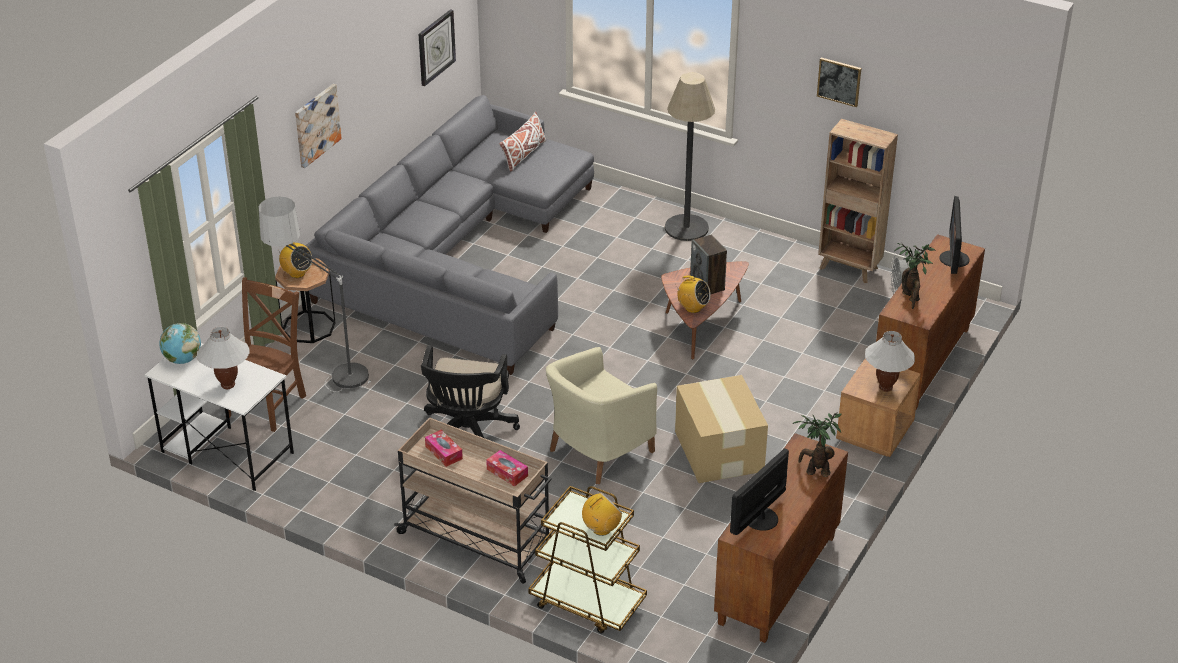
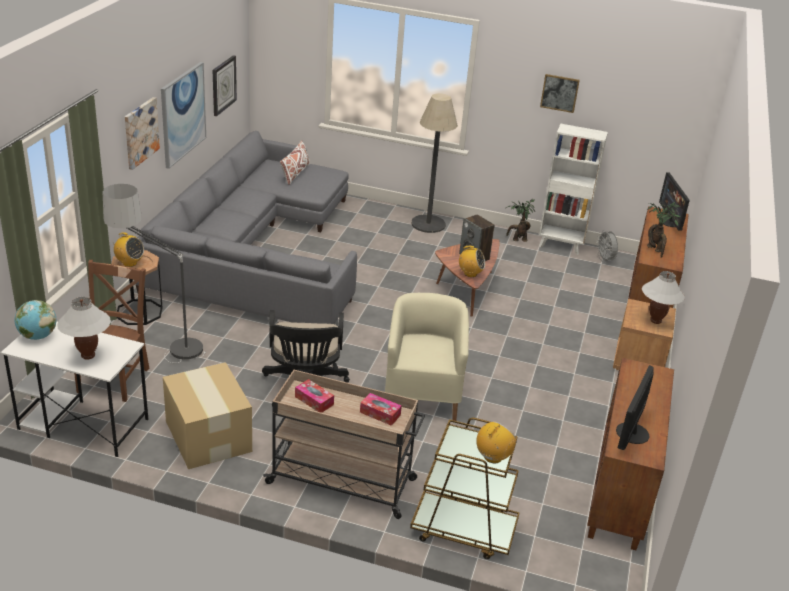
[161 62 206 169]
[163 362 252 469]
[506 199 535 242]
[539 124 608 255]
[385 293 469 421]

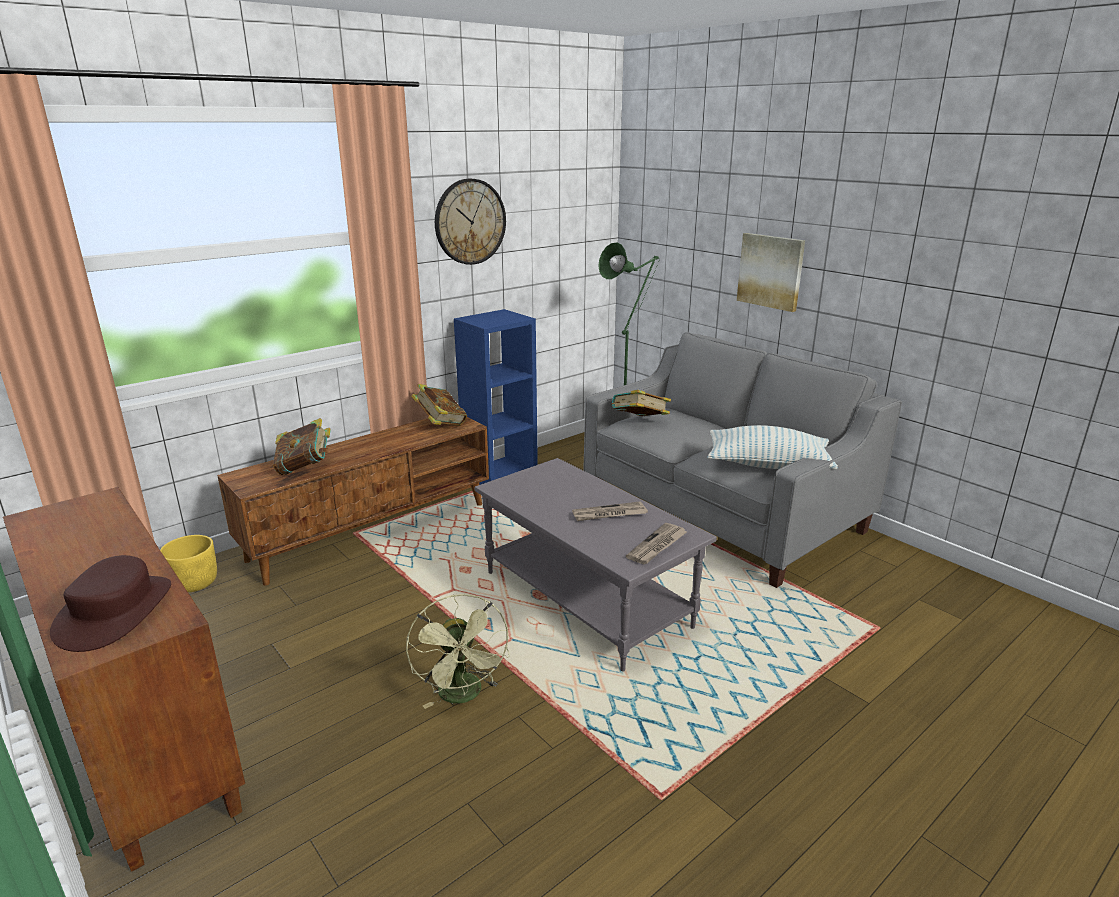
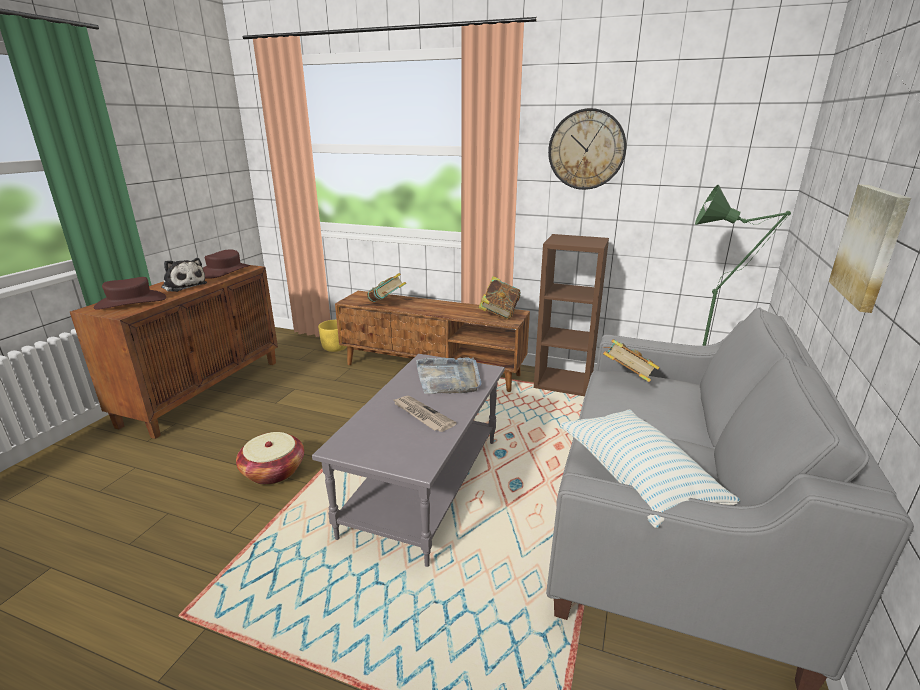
[626 523 687 564] (first image)
[161 258 207 292]
[203 249 250 279]
[416 357 482 394]
[236 432 304 485]
[534 234 609 396]

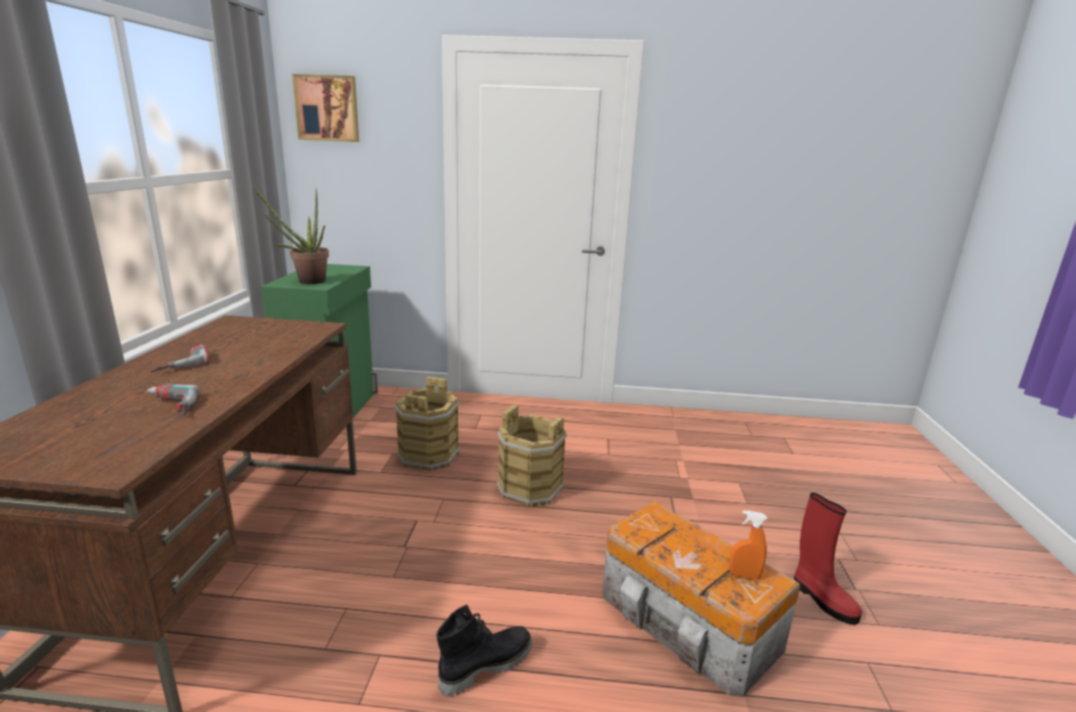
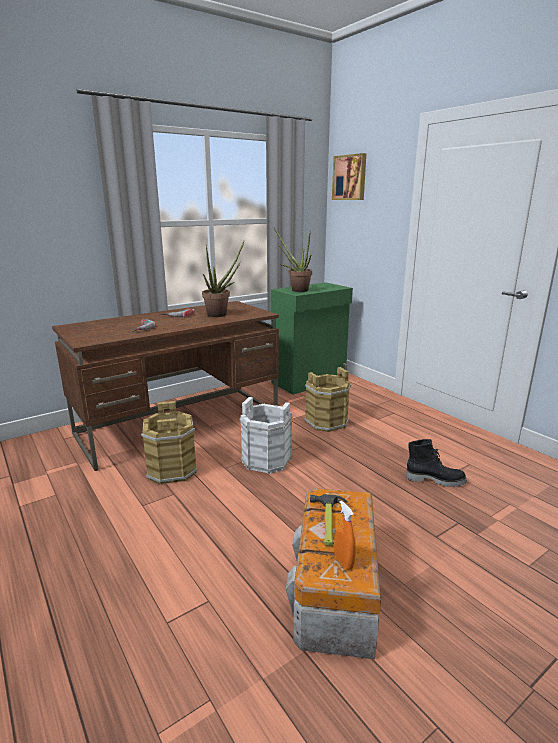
[794 493 862 625] (first image)
[202 241 244 317]
[239 397 293 474]
[310 494 347 546]
[406 439 467 487]
[141 401 198 485]

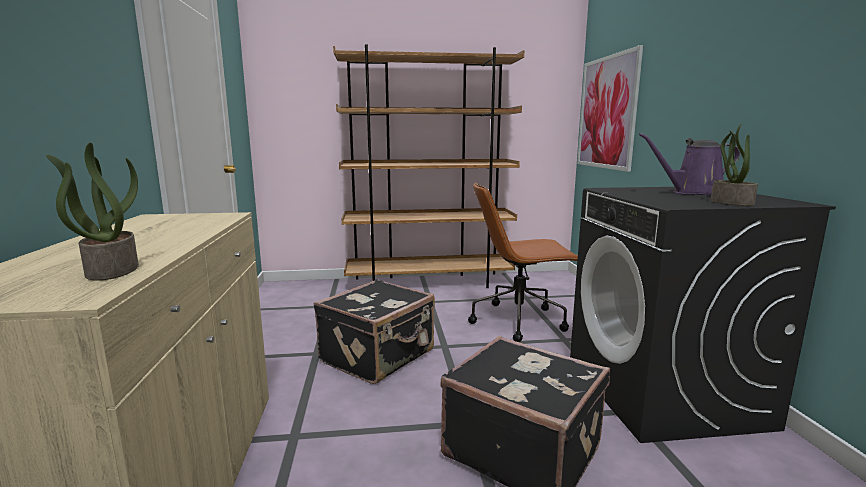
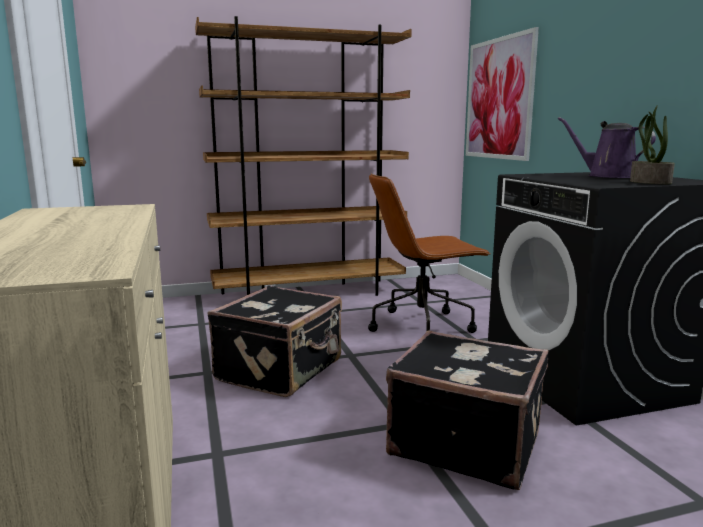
[46 142 139 281] (first image)
[558 117 656 178]

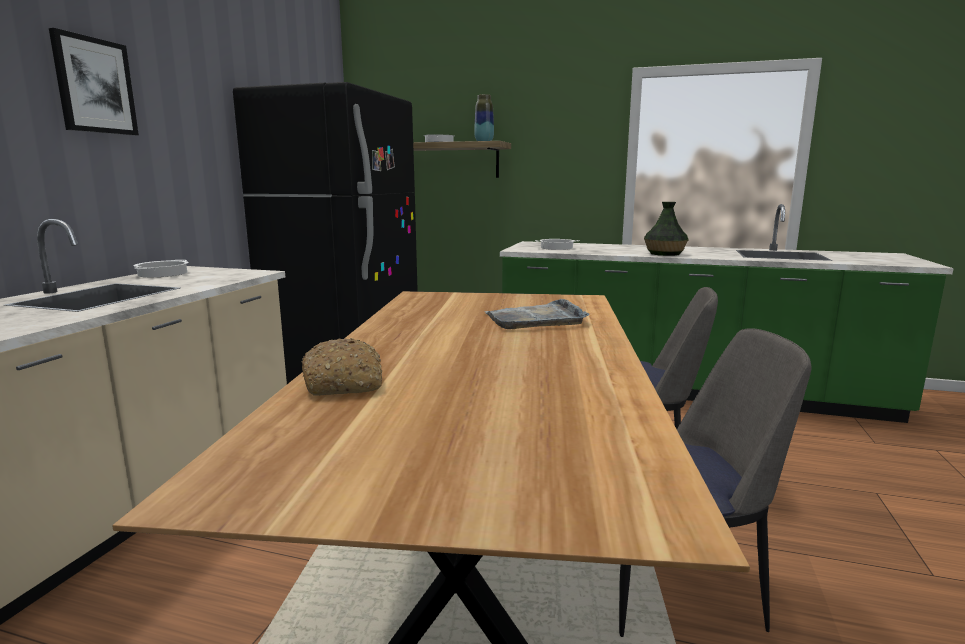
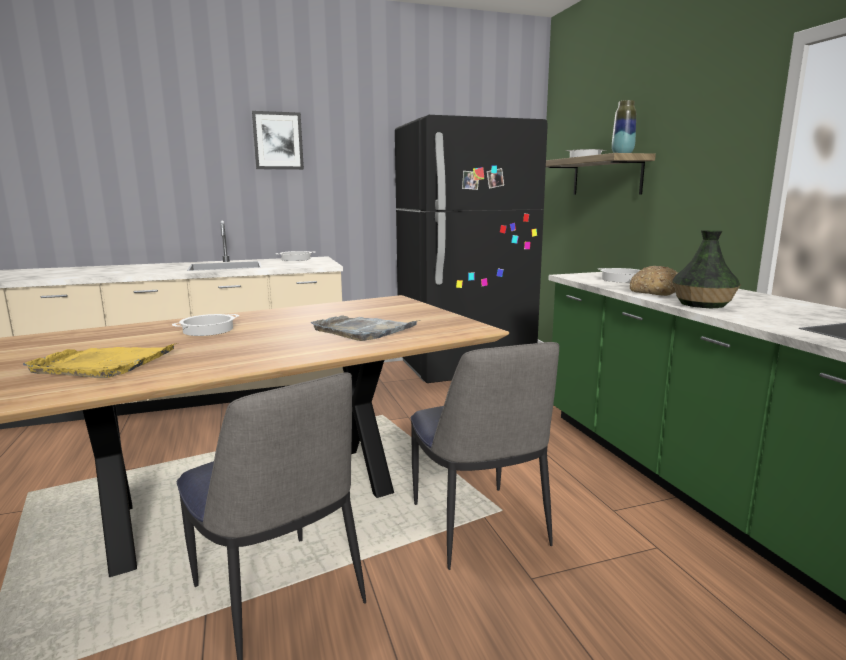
[23 343 178 378]
[172 314 239 336]
[630 266 678 296]

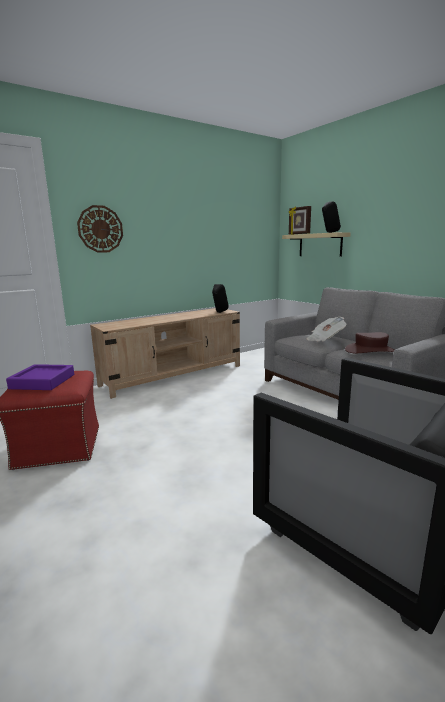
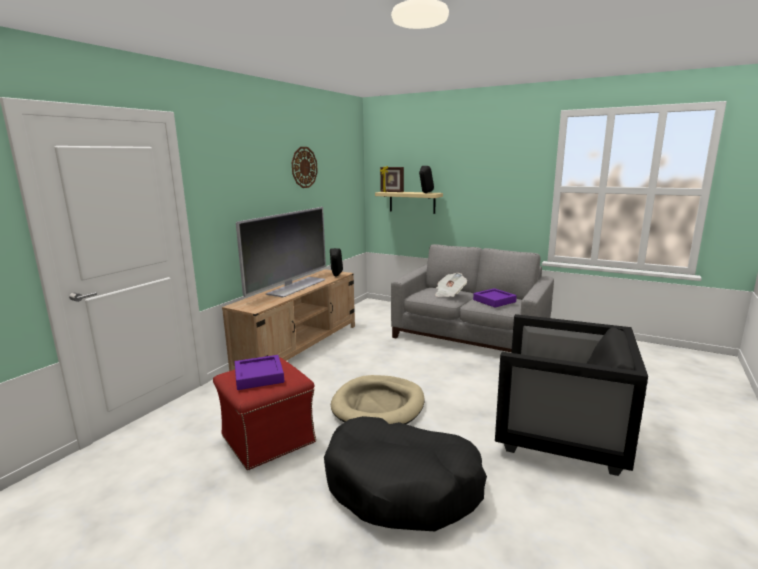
[236 207 326 297]
[324 416 487 531]
[331 375 424 424]
[292 147 318 188]
[473 288 517 308]

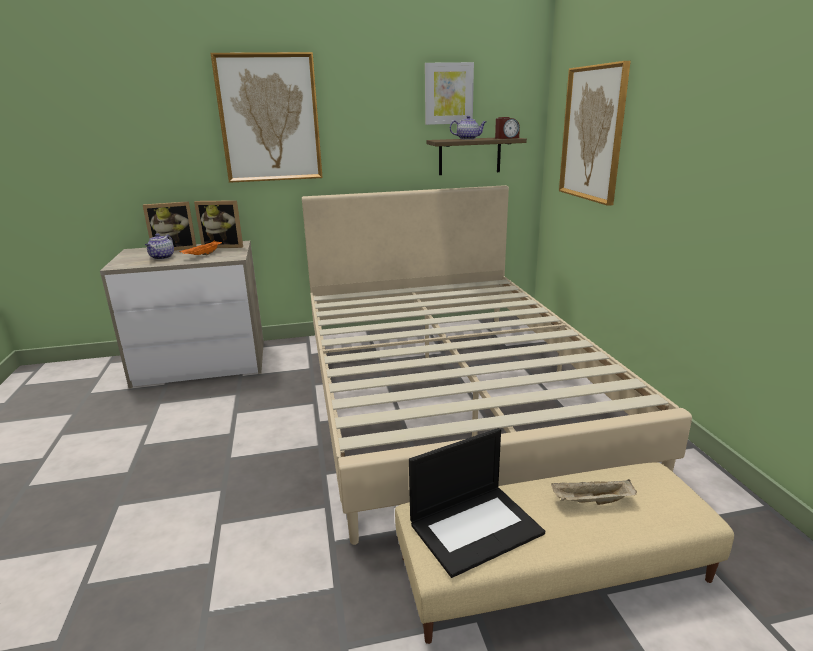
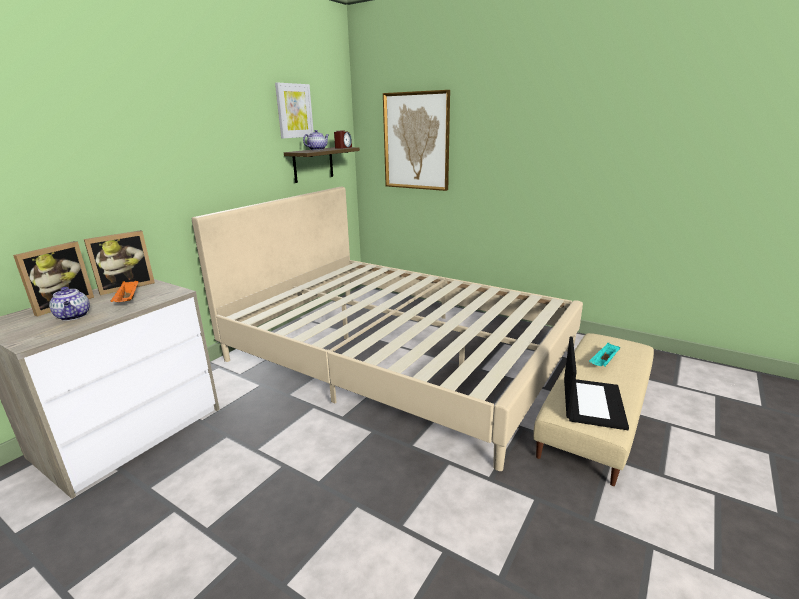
[211 52 323 183] (first image)
[589 343 620 366]

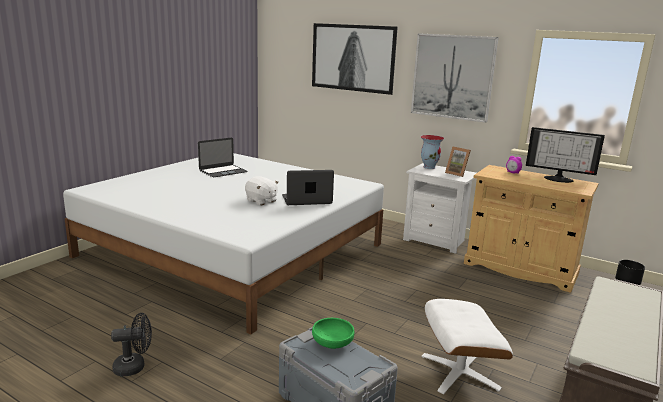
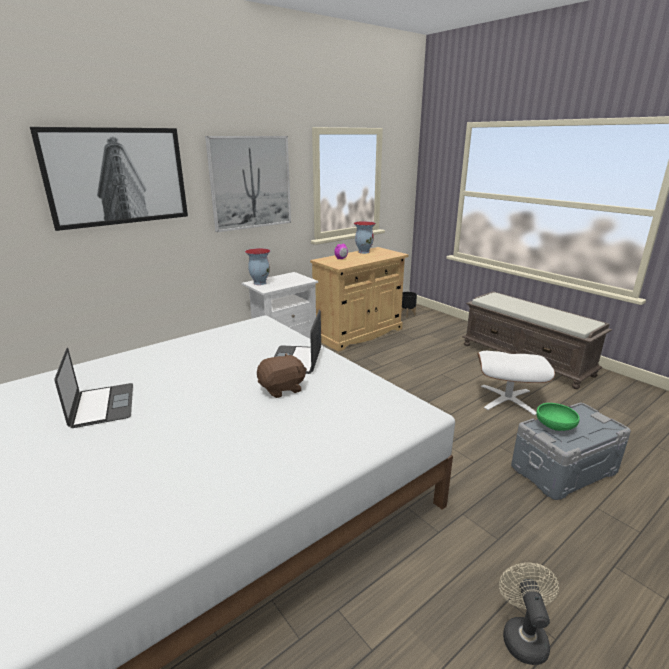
[445 146 471 177] (first image)
[354 221 376 254]
[499 563 559 665]
[257 353 307 398]

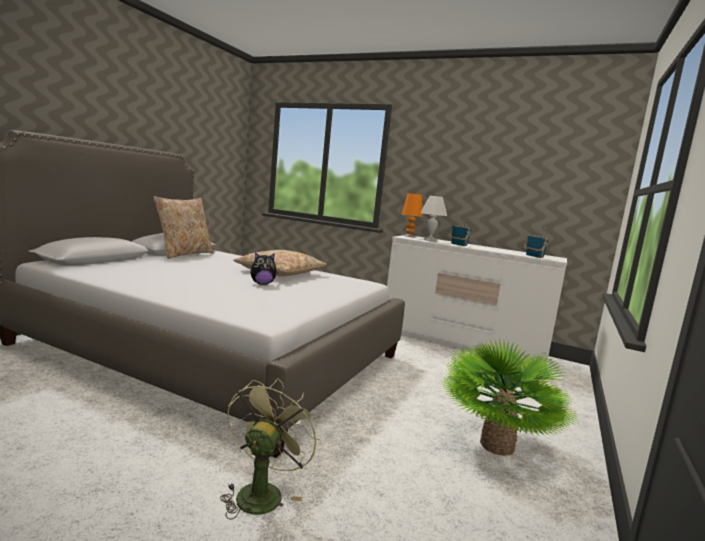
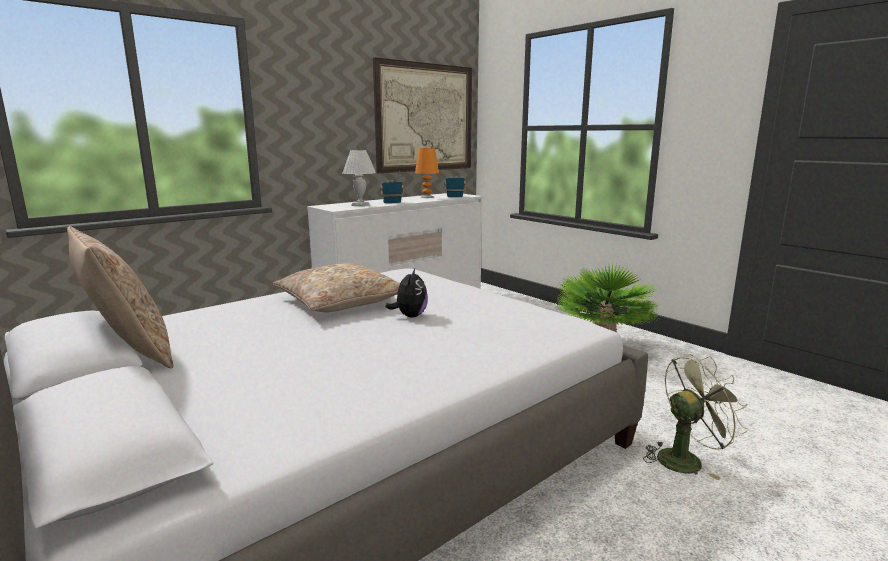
[373 57 472 173]
[415 148 439 198]
[643 354 748 480]

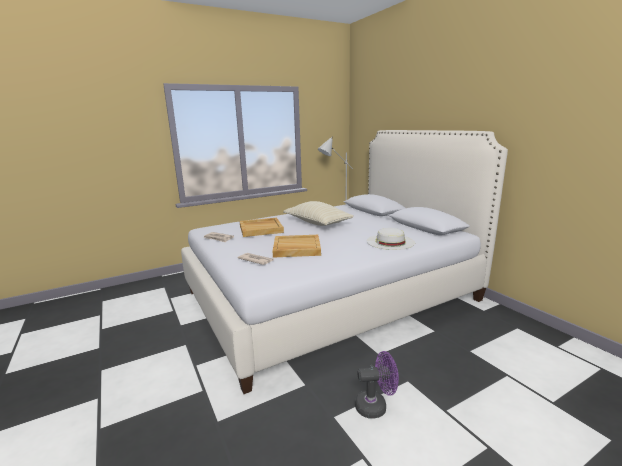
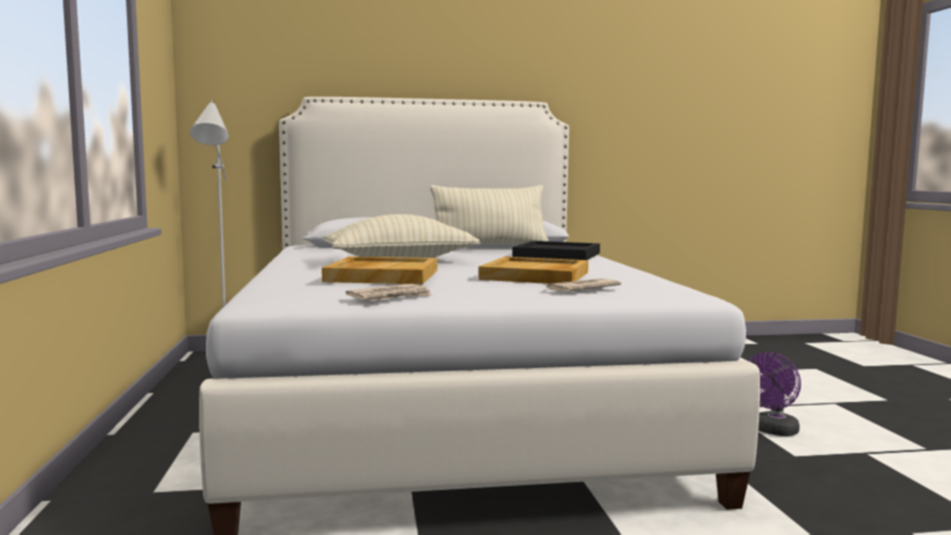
[430 185 549 245]
[512 241 600 260]
[748 352 801 436]

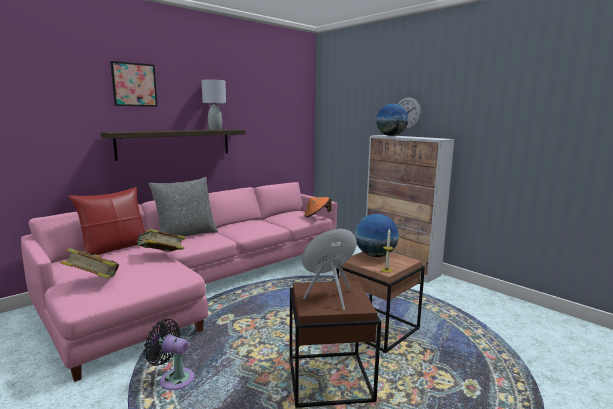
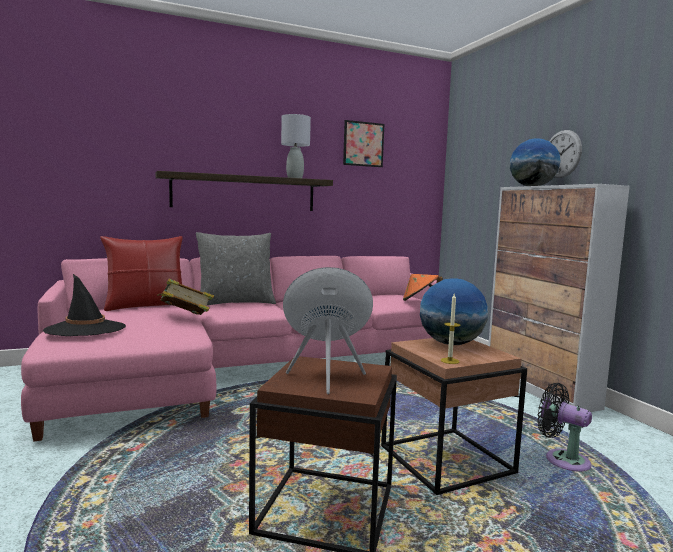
[343 120 384 167]
[537 383 592 471]
[43 274 126 336]

